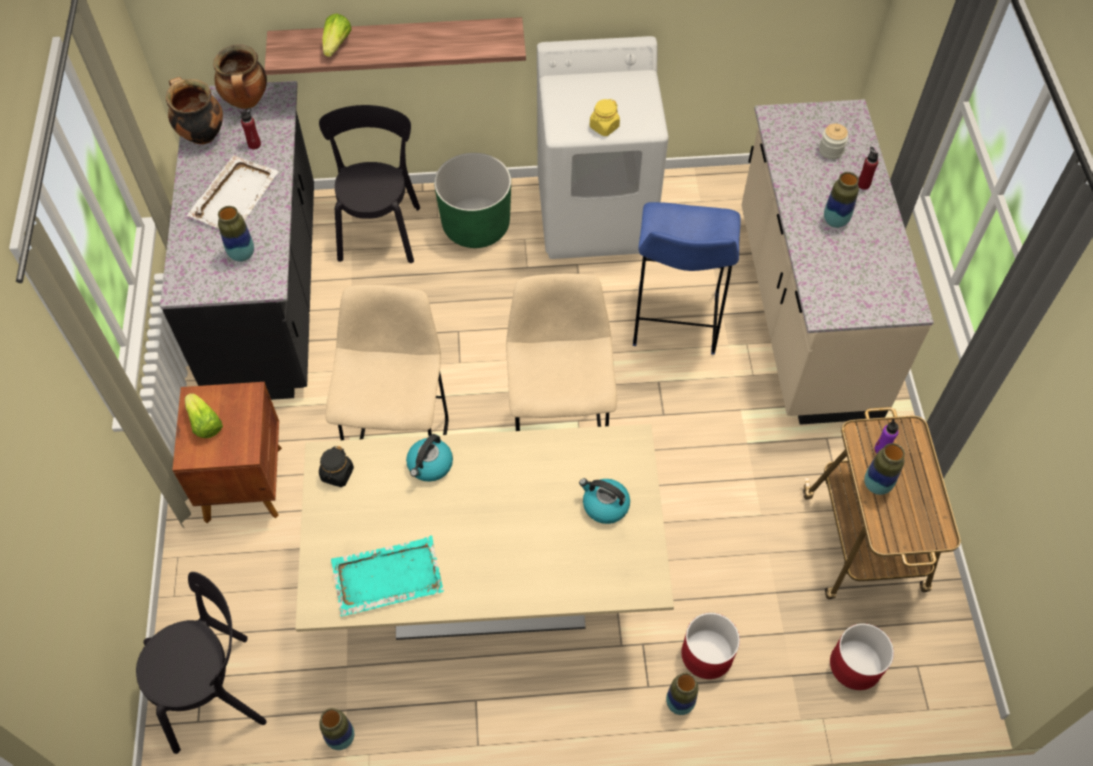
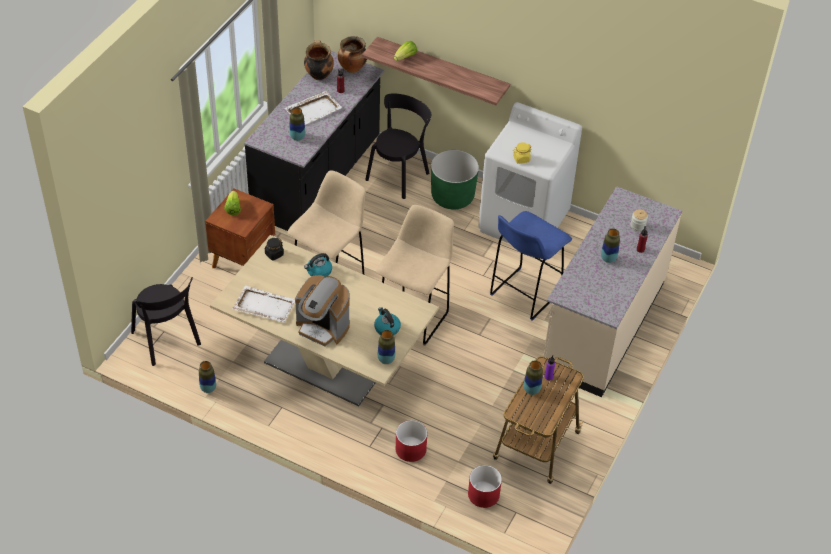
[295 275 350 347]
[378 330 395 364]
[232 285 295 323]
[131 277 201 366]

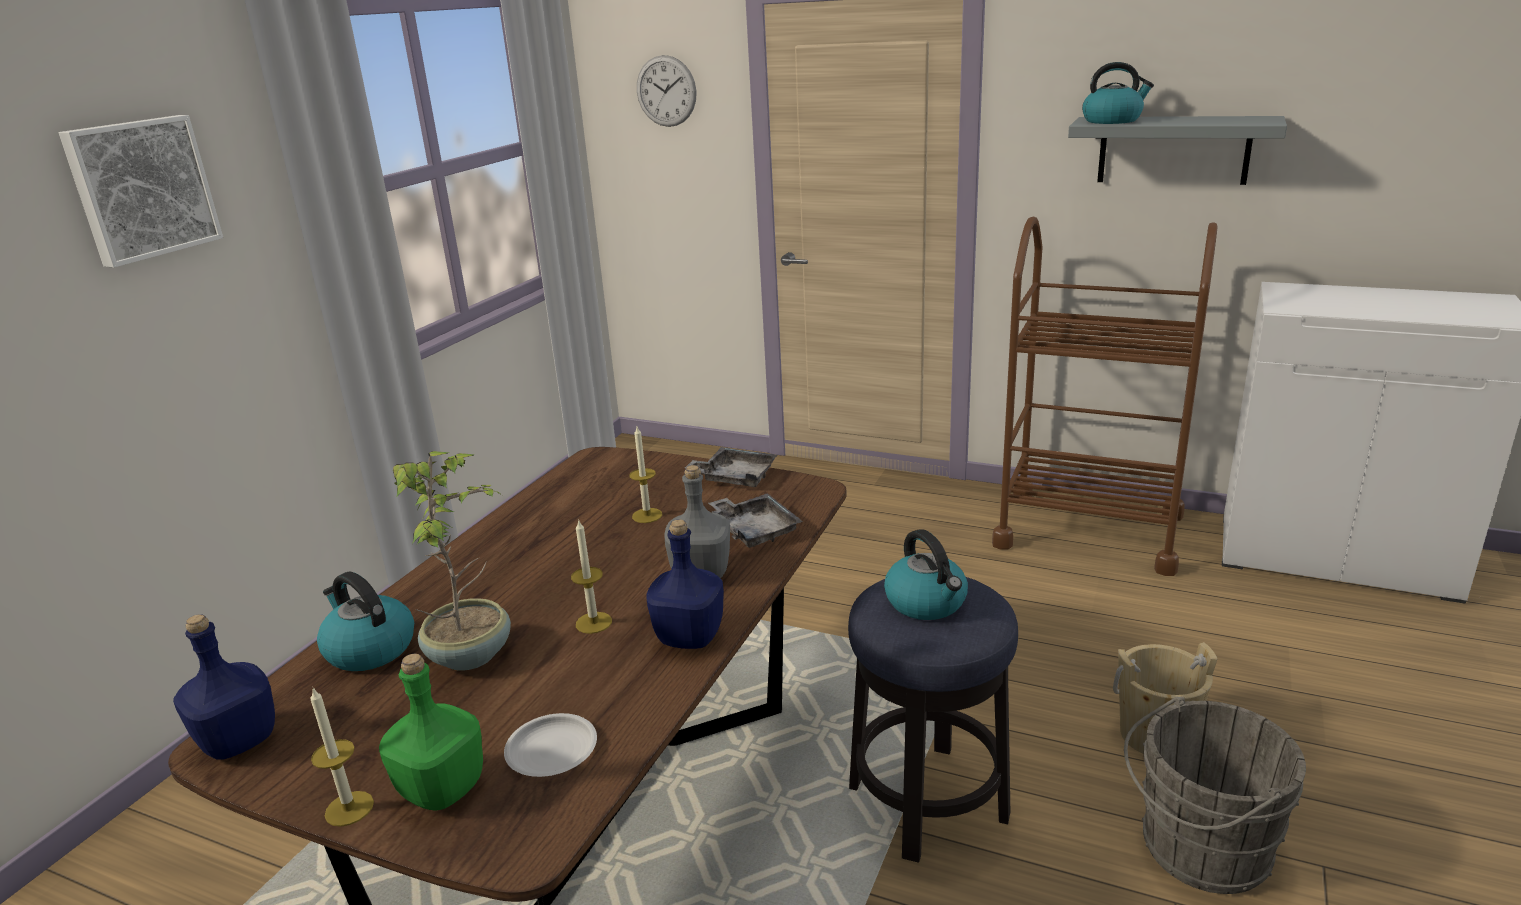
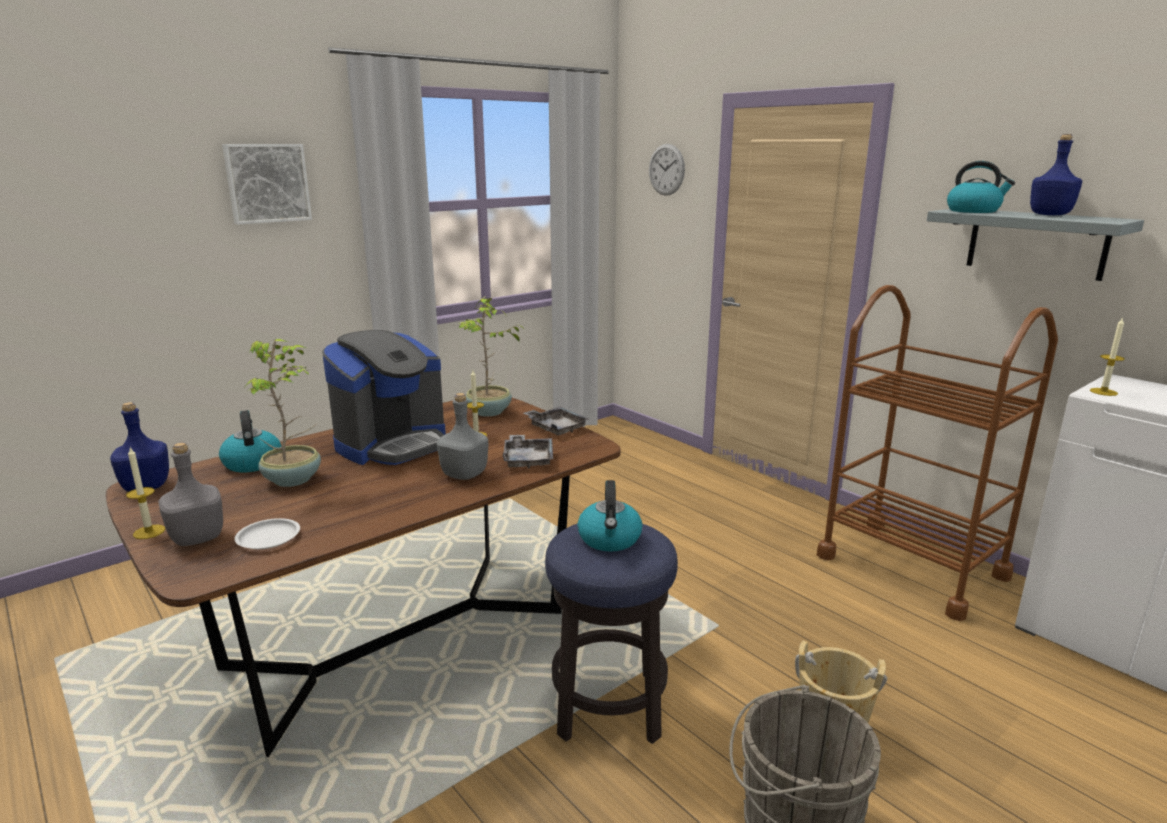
[322 330 446 465]
[458 296 525 417]
[1090 317 1125 396]
[1030 134 1082 215]
[158 443 223 546]

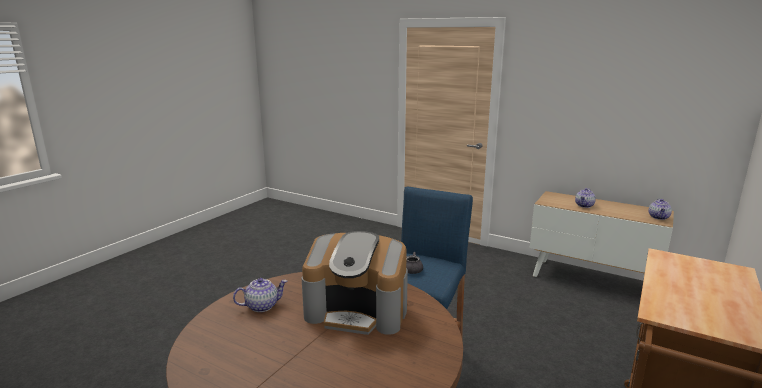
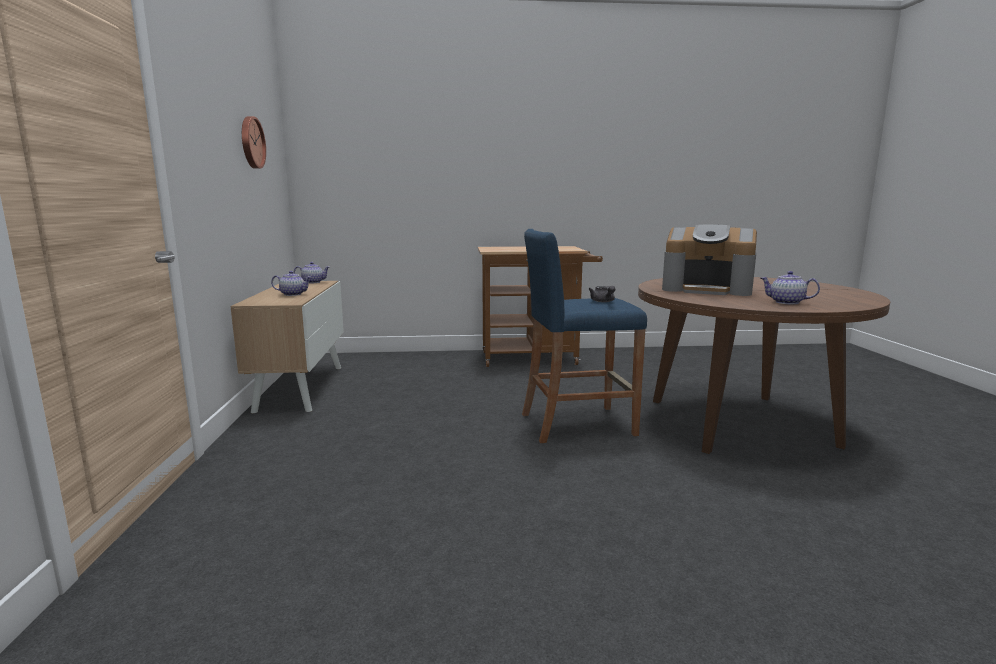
[242 116 266 169]
[662 224 757 296]

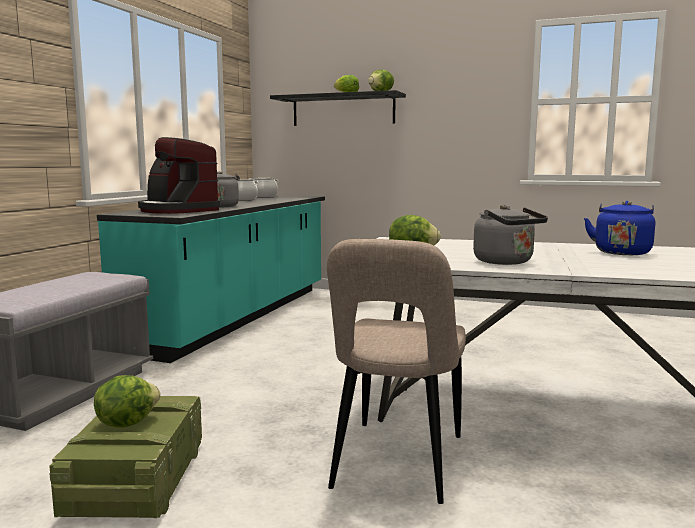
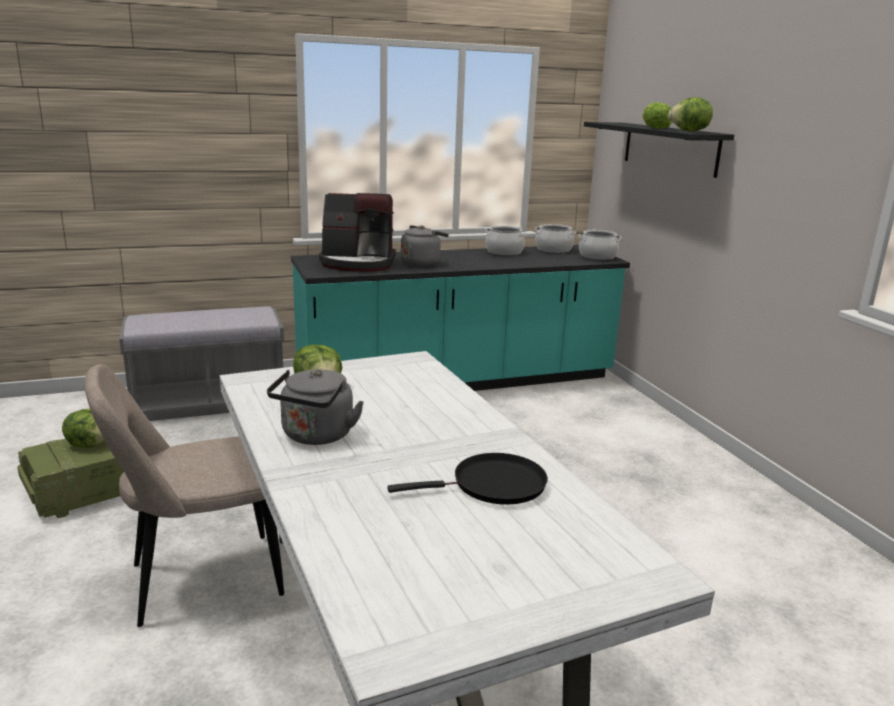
[578 230 622 260]
[387 453 548 505]
[319 193 396 272]

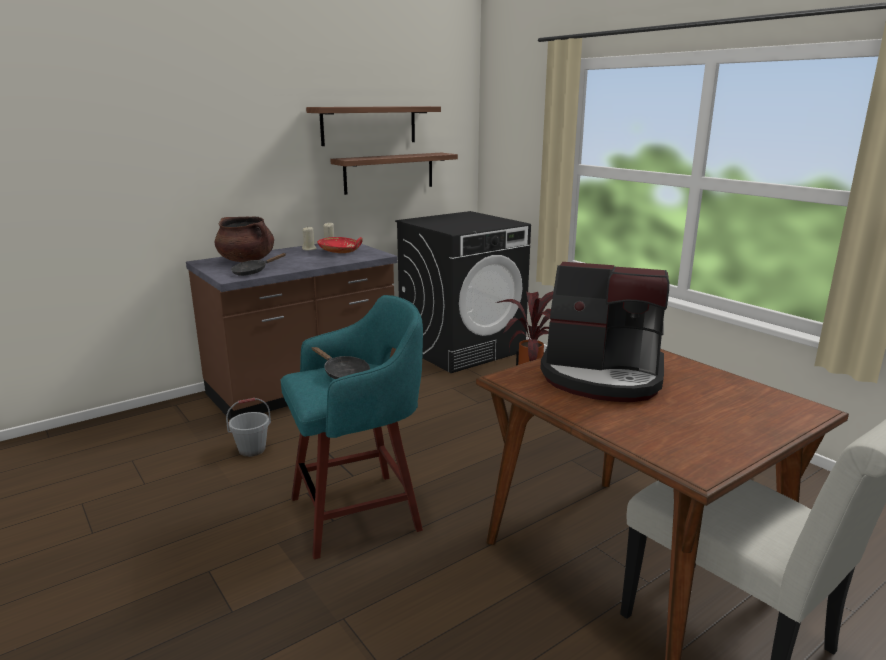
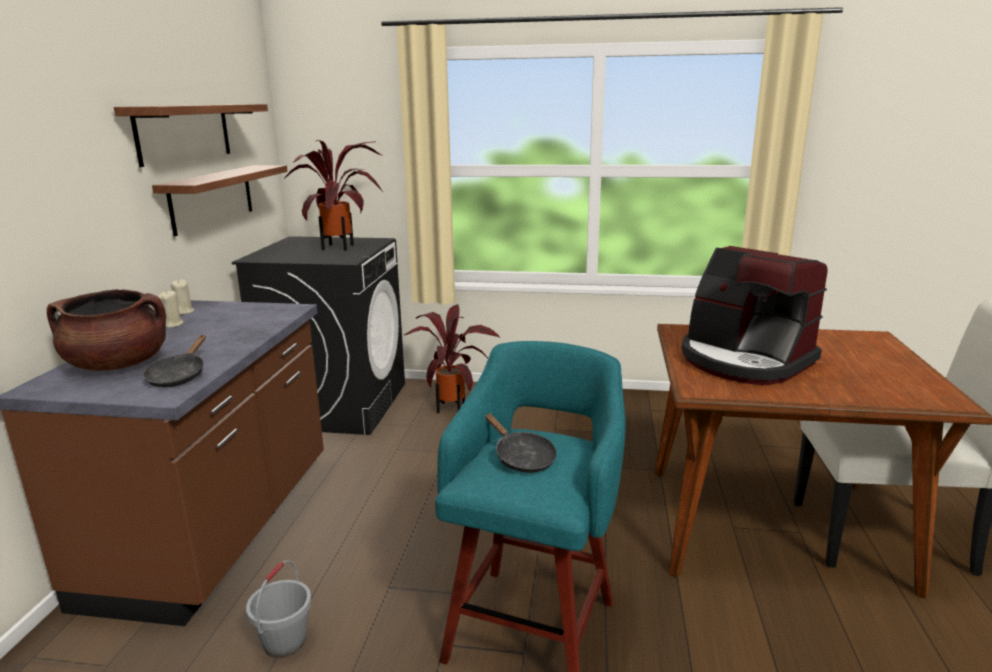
[317 237 363 253] (first image)
[283 140 383 251]
[485 413 557 473]
[682 246 828 385]

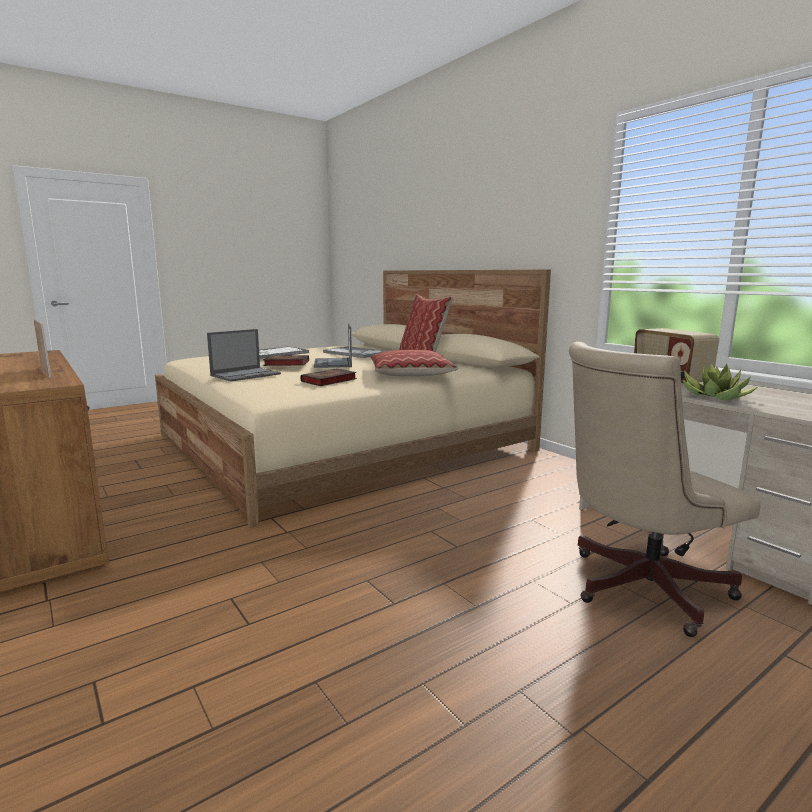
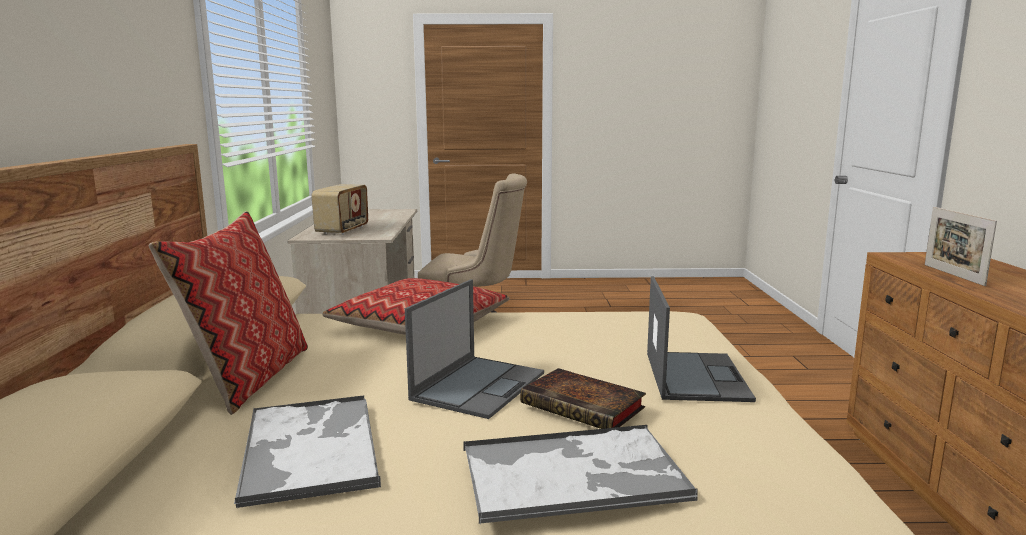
[301 368 357 386] (first image)
[682 363 760 401] (first image)
[647 276 756 402]

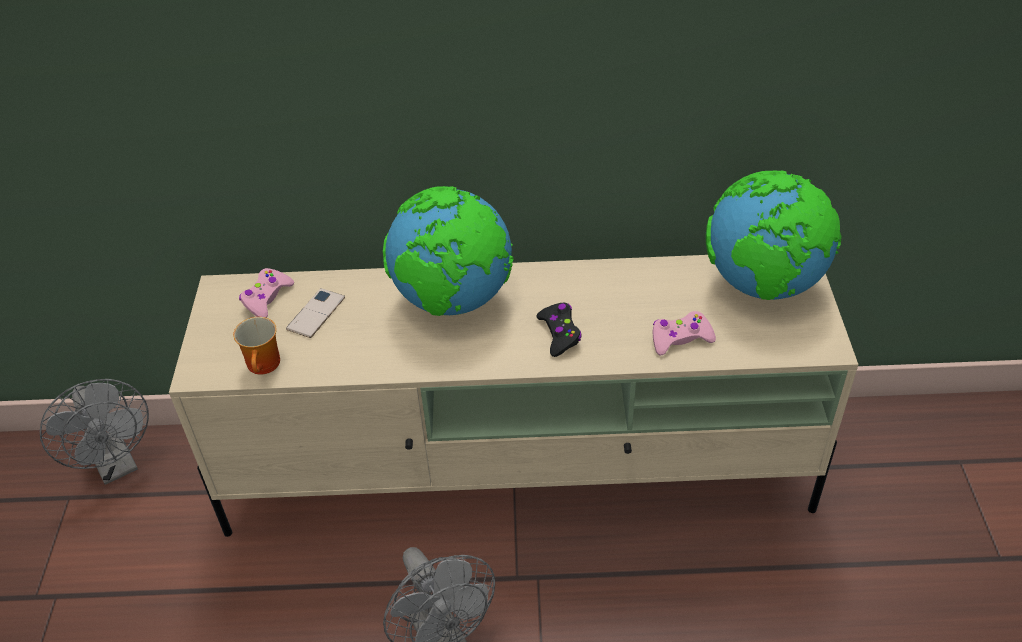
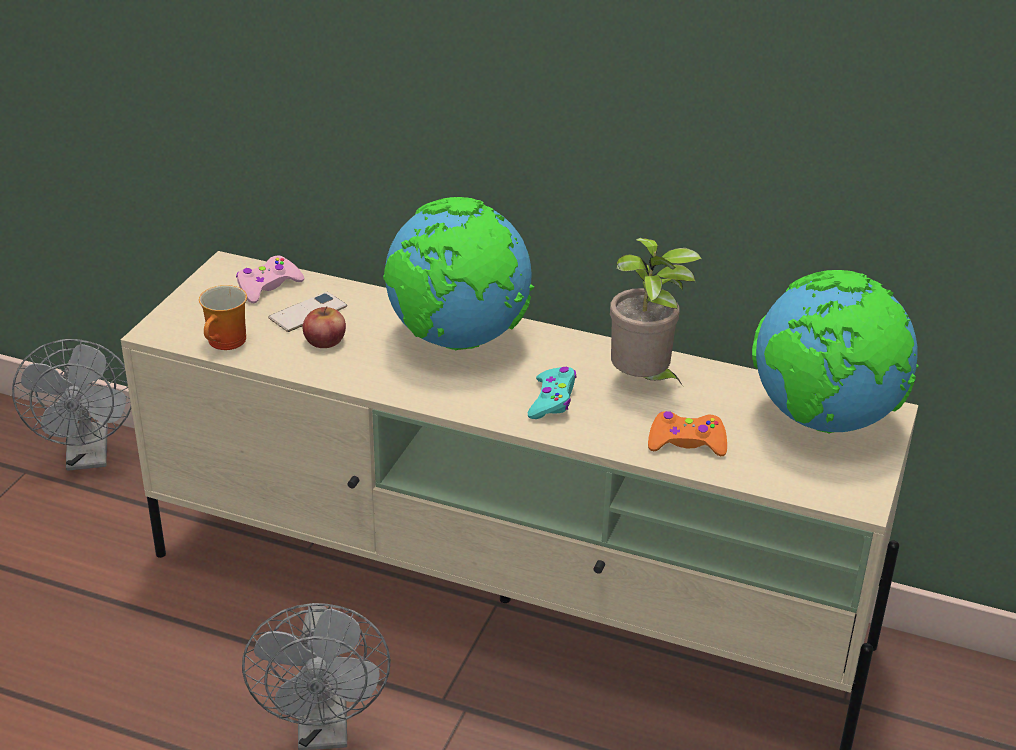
[302 306 346 348]
[610 238 702 386]
[528 367 576 419]
[648 411 727 456]

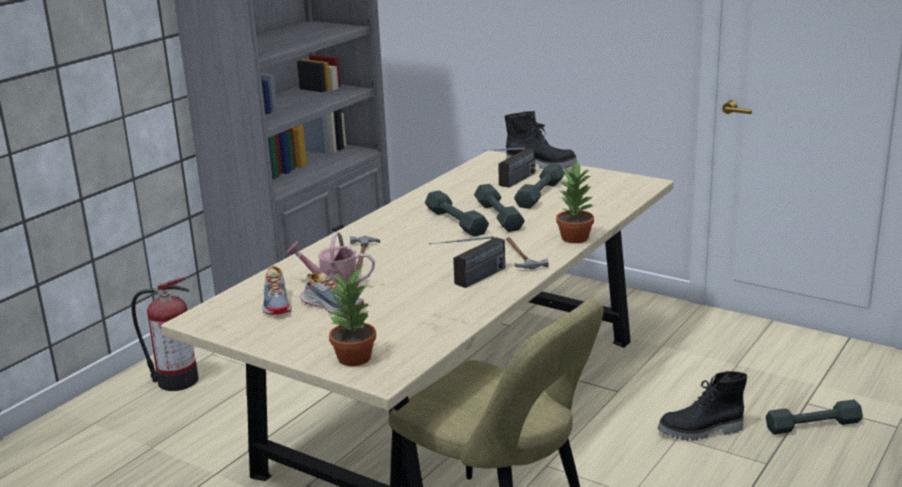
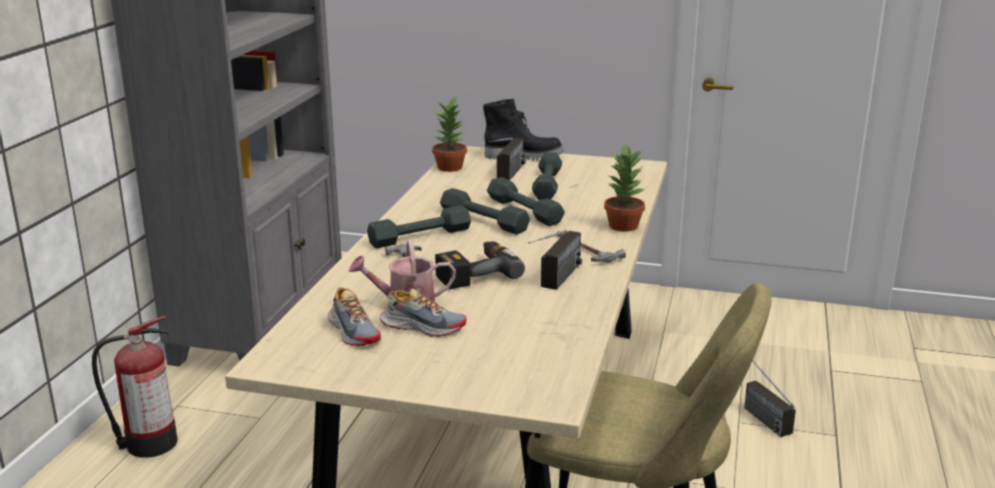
[435 241 525 289]
[432 97 467 172]
[367 205 471 248]
[744 360 796 437]

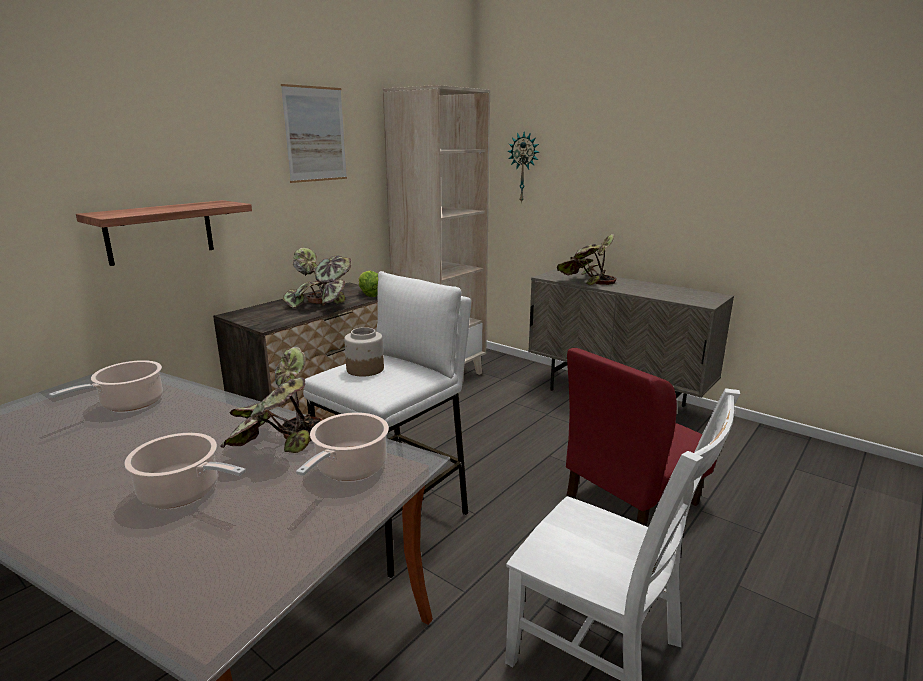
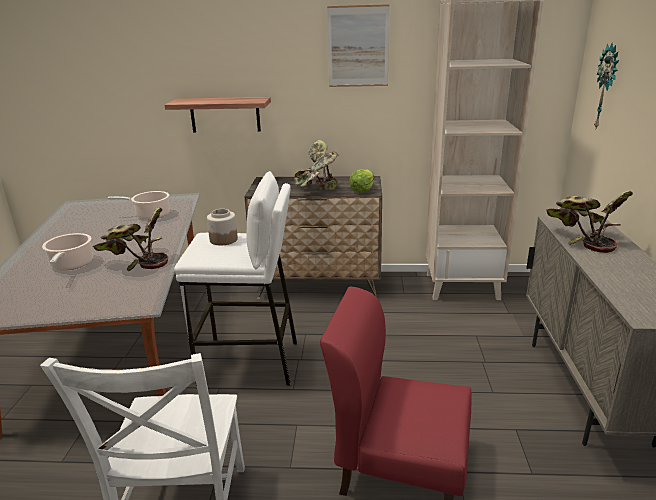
[296 412 389 481] (first image)

